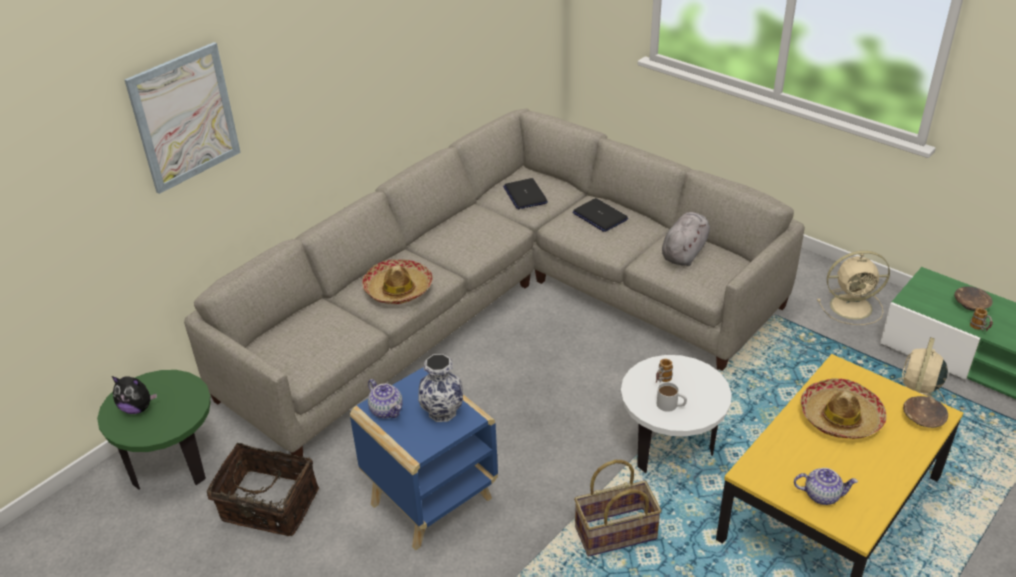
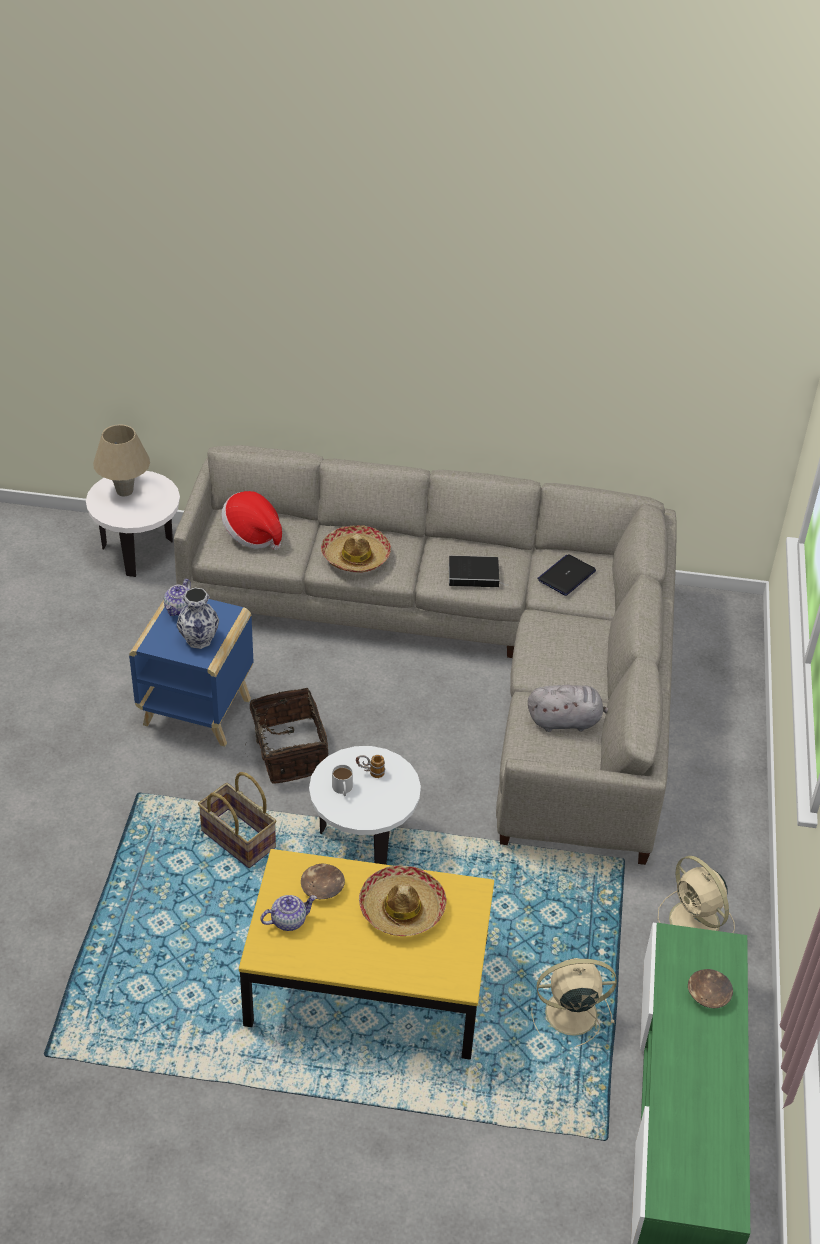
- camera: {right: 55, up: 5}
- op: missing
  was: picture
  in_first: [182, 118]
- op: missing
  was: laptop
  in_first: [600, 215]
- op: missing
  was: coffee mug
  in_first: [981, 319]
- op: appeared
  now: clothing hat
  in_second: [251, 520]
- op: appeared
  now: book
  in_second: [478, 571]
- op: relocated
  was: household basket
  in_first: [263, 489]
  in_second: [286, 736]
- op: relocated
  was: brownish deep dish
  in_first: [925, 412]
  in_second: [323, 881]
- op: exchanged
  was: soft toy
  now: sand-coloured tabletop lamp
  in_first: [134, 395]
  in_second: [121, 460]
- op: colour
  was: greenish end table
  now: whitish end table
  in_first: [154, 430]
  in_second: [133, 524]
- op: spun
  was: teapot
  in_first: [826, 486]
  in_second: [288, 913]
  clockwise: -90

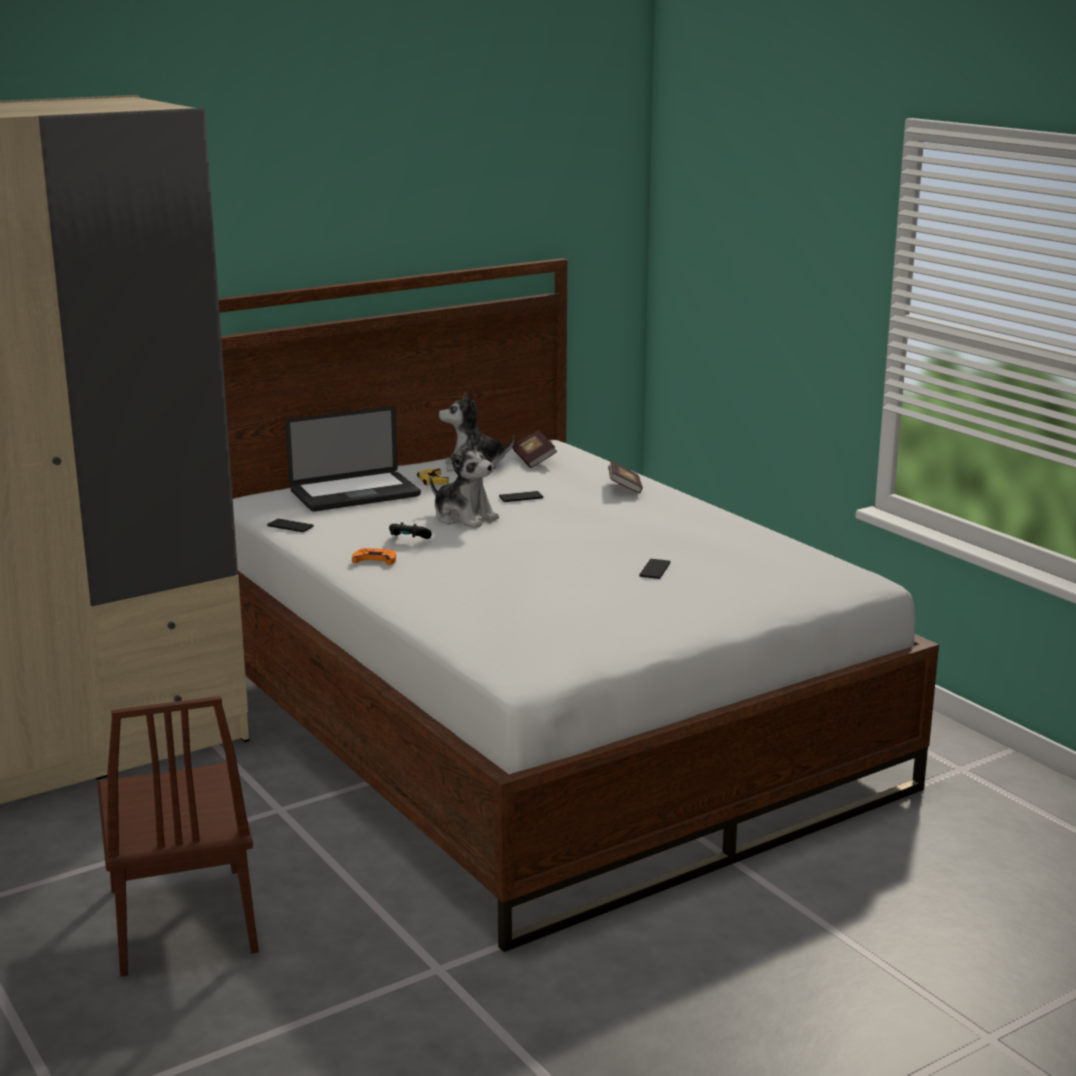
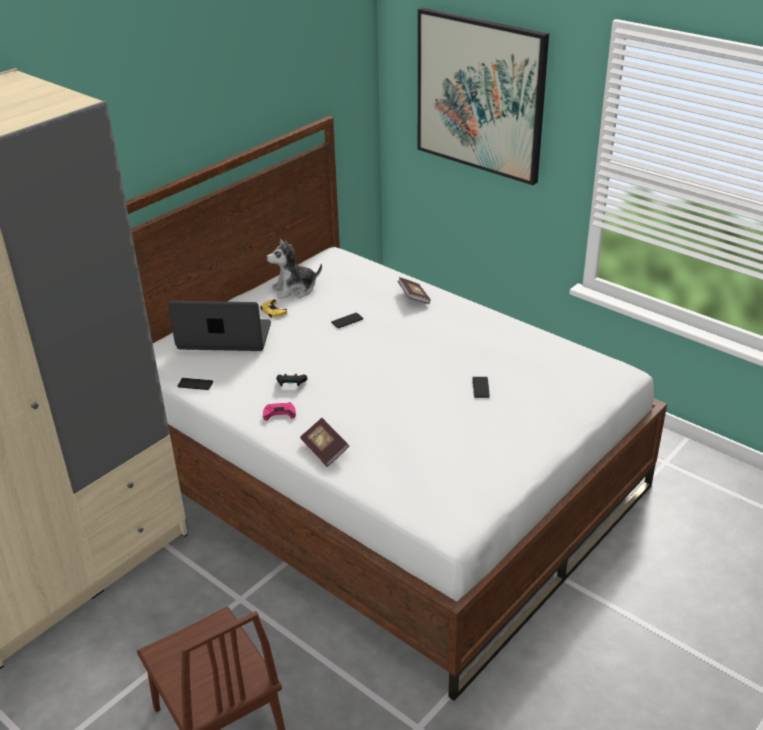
- camera: {right: -15, up: 15}
- op: missing
  was: soft toy
  in_first: [464, 482]
- op: appeared
  now: picture
  in_second: [483, 96]
- op: relocated
  was: book
  in_first: [534, 449]
  in_second: [324, 442]
- op: colour
  was: orange game controller
  now: pink game controller
  in_first: [374, 556]
  in_second: [279, 411]
- op: spun
  was: laptop
  in_first: [353, 458]
  in_second: [219, 326]
  clockwise: -135

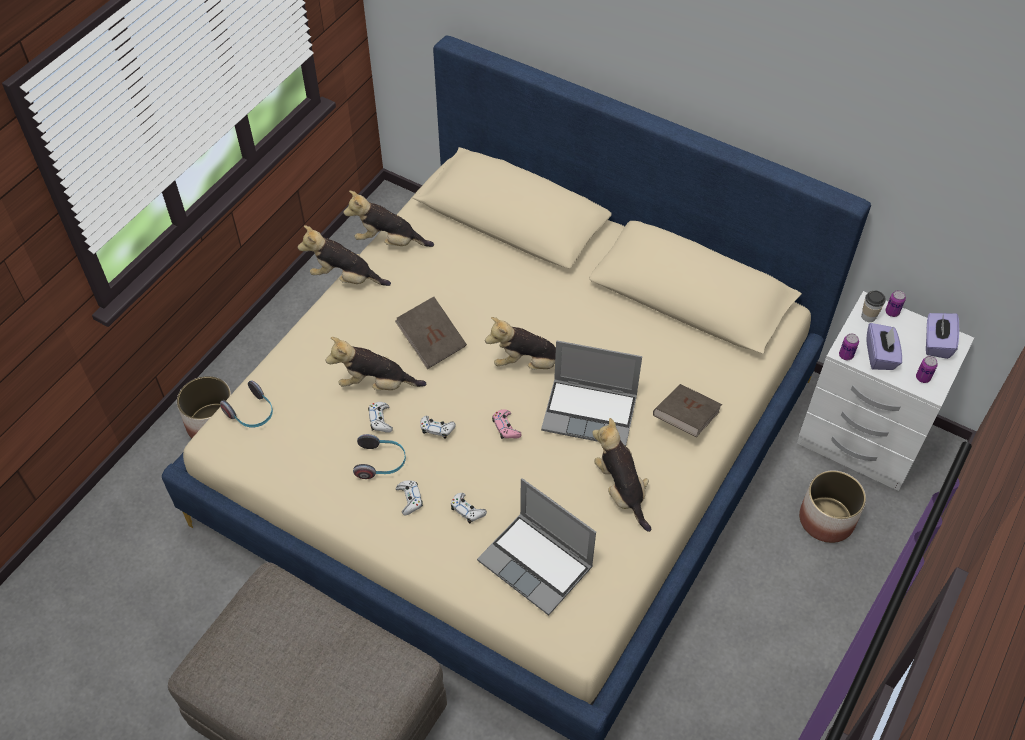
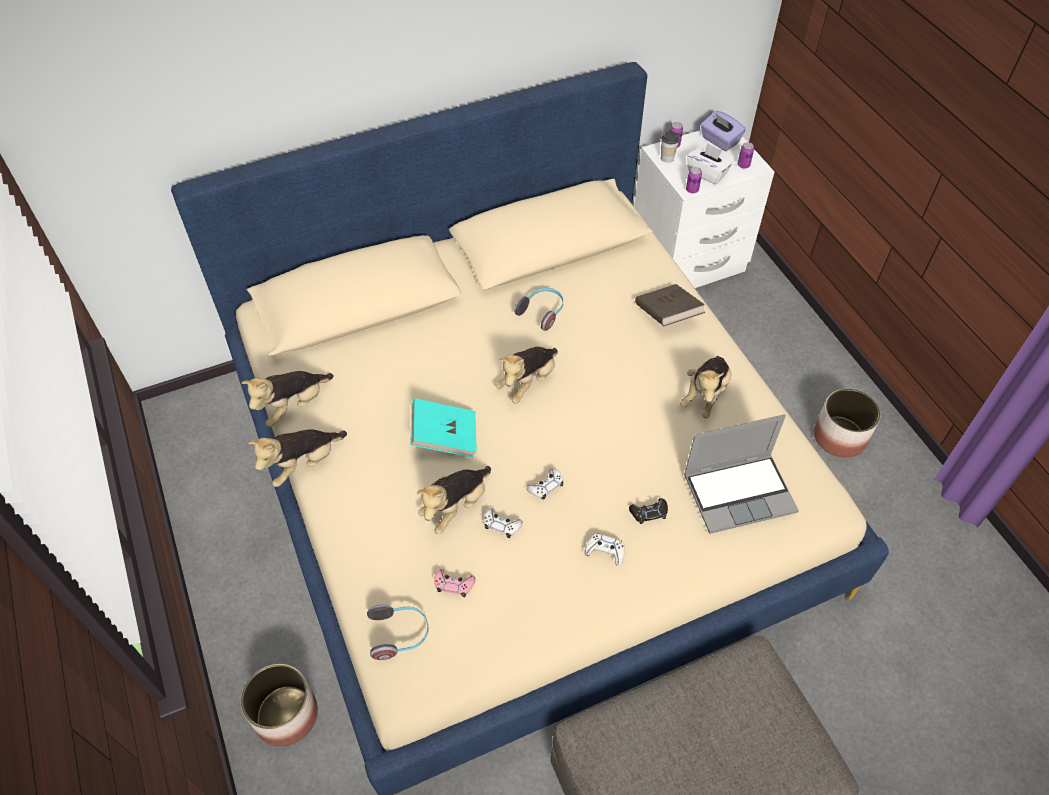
- camera: {right: -55, up: 0}
- op: missing
  was: laptop
  in_first: [591, 393]
- op: relocated
  was: headphones
  in_first: [379, 456]
  in_second: [538, 309]
- op: relocated
  was: pink game controller
  in_first: [507, 424]
  in_second: [455, 583]
- op: relocated
  was: planter
  in_first: [832, 506]
  in_second: [847, 423]
- op: colour
  was: brownish book
  now: turquoise-coloured book
  in_first: [431, 333]
  in_second: [444, 427]
- op: colour
  was: whitish game controller
  now: black-coloured game controller
  in_first: [469, 508]
  in_second: [648, 511]
- op: colour
  was: purple tissue holder
  now: whitish tissue holder
  in_first: [884, 346]
  in_second: [710, 164]
- op: spun
  was: soft toy
  in_first: [621, 475]
  in_second: [706, 387]
  clockwise: -75

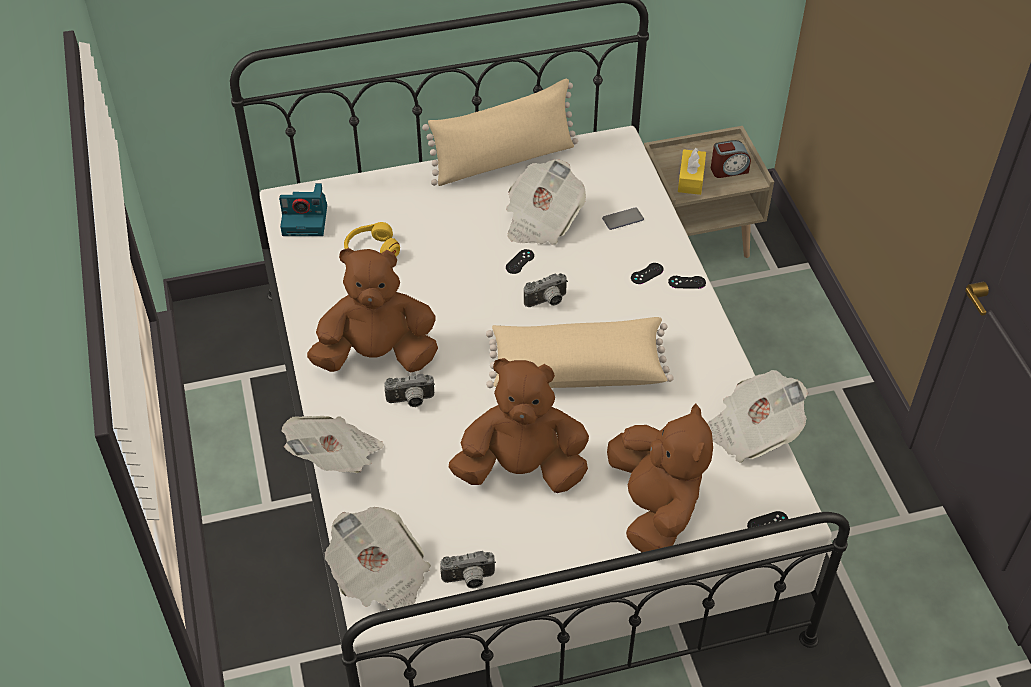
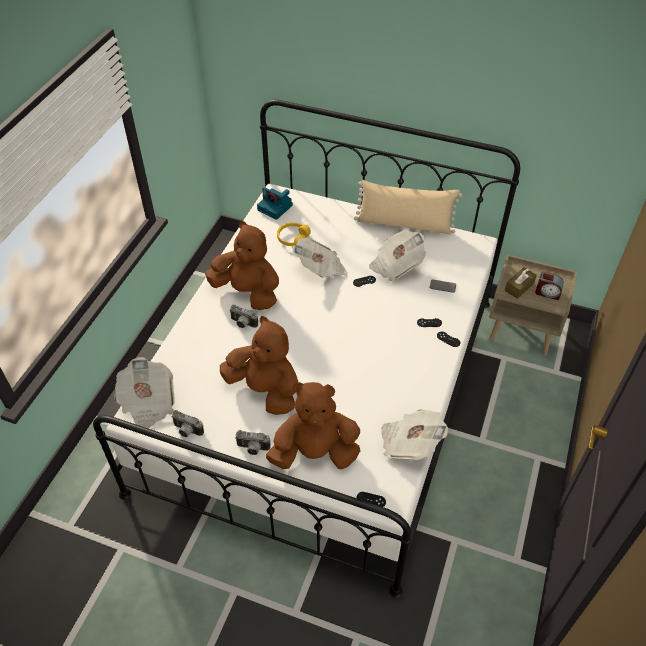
- camera: {right: 35, up: 0}
- op: missing
  was: sand-coloured throw pillow
  in_first: [580, 352]
- op: relocated
  was: newspaper
  in_first: [333, 444]
  in_second: [320, 258]
- op: relocated
  was: still camera
  in_first: [546, 290]
  in_second: [253, 442]
- op: colour
  was: yellowish tissue holder
  now: brownish tissue holder
  in_first: [692, 171]
  in_second: [521, 283]
- op: spun
  was: brownish soft toy
  in_first: [660, 477]
  in_second: [313, 426]
  clockwise: -120

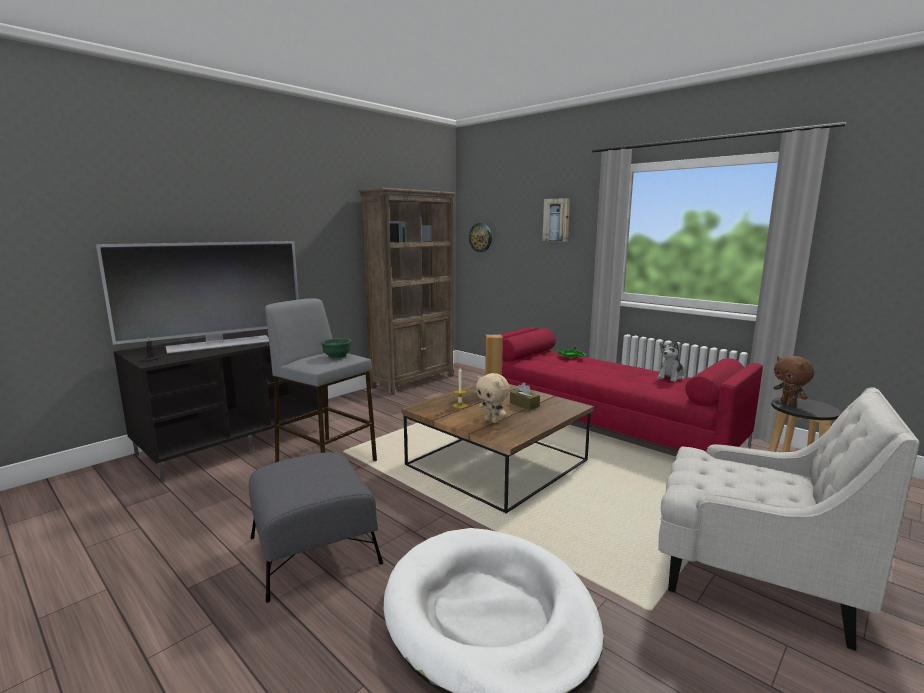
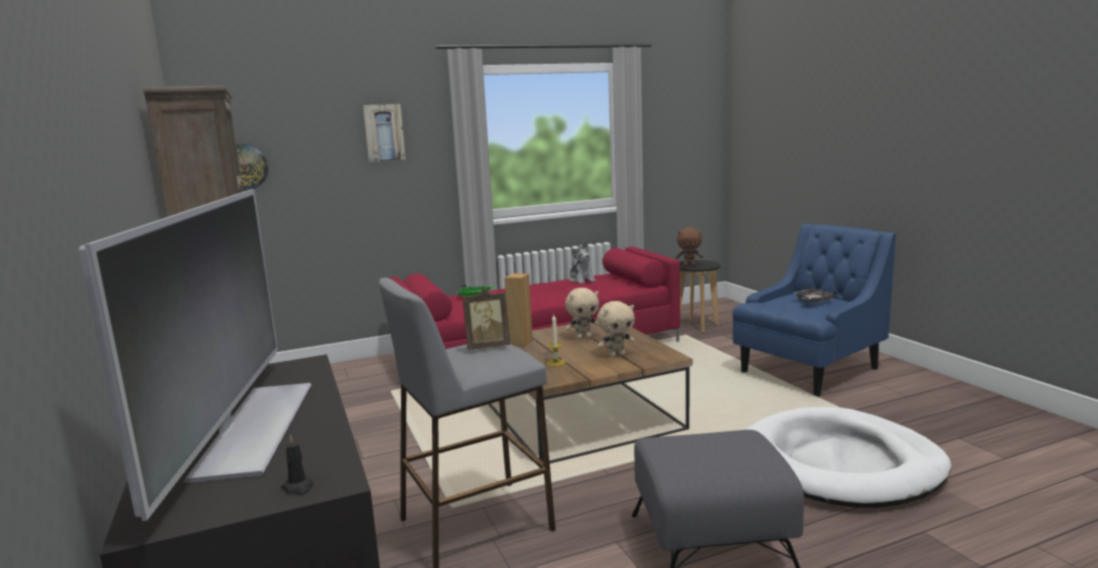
- camera: {right: -65, up: 0}
- op: appeared
  now: gray carrying tray
  in_second: [814, 295]
- op: exchanged
  was: greenish deep dish
  now: picture frame
  in_first: [336, 348]
  in_second: [486, 319]
- op: exchanged
  was: brownish tissue holder
  now: sand-coloured soft toy
  in_first: [525, 396]
  in_second: [582, 314]
- op: colour
  was: whitish armchair
  now: blue armchair
  in_first: [789, 519]
  in_second: [814, 310]

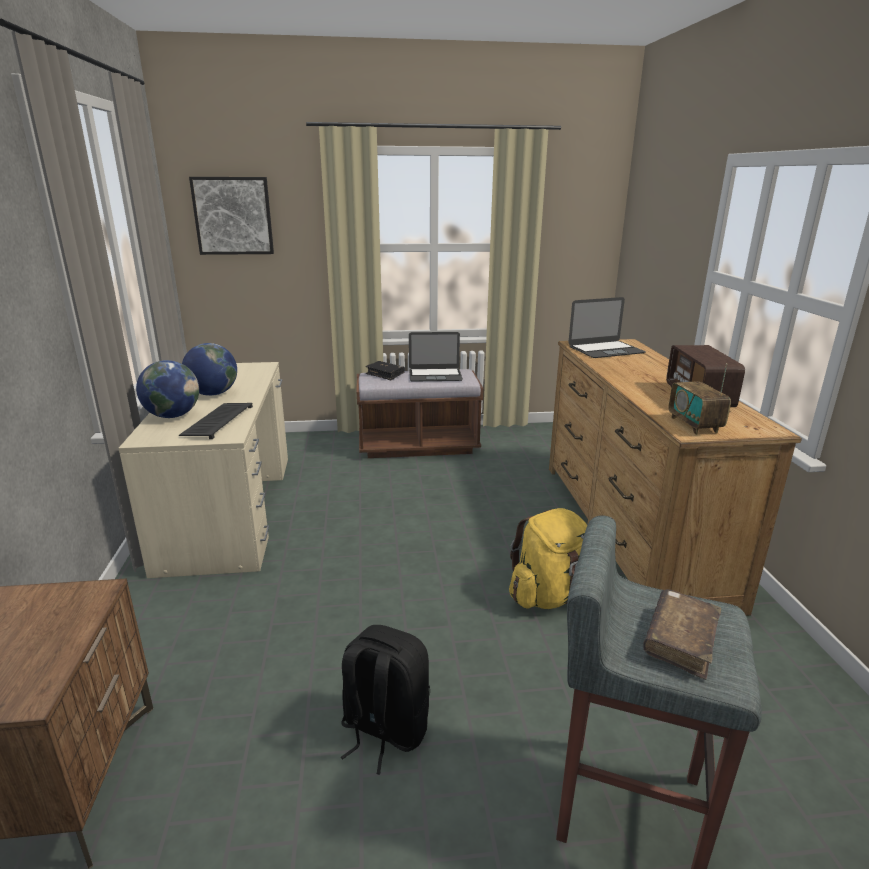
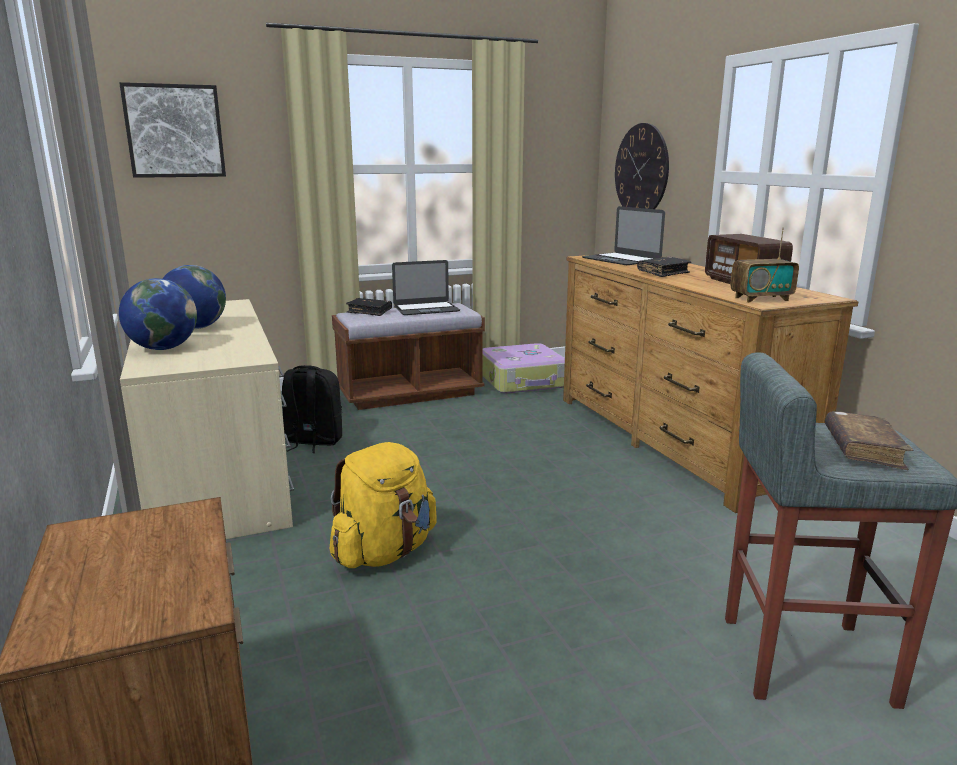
- camera: {right: -15, up: -5}
- op: missing
  was: PC keyboard
  in_first: [216, 421]
- op: appeared
  now: piece of luggage
  in_second: [523, 368]
- op: appeared
  now: wall clock
  in_second: [642, 166]
- op: appeared
  now: black-coloured book
  in_second: [664, 267]
- op: relocated
  was: black-coloured rucksack
  in_first: [385, 700]
  in_second: [312, 409]
- op: relocated
  was: yellowish rucksack
  in_first: [548, 558]
  in_second: [383, 505]
- op: spun
  was: laptop
  in_first: [607, 327]
  in_second: [623, 235]
  clockwise: 90
- op: spun
  was: radio receiver
  in_first: [700, 399]
  in_second: [765, 265]
  clockwise: -75

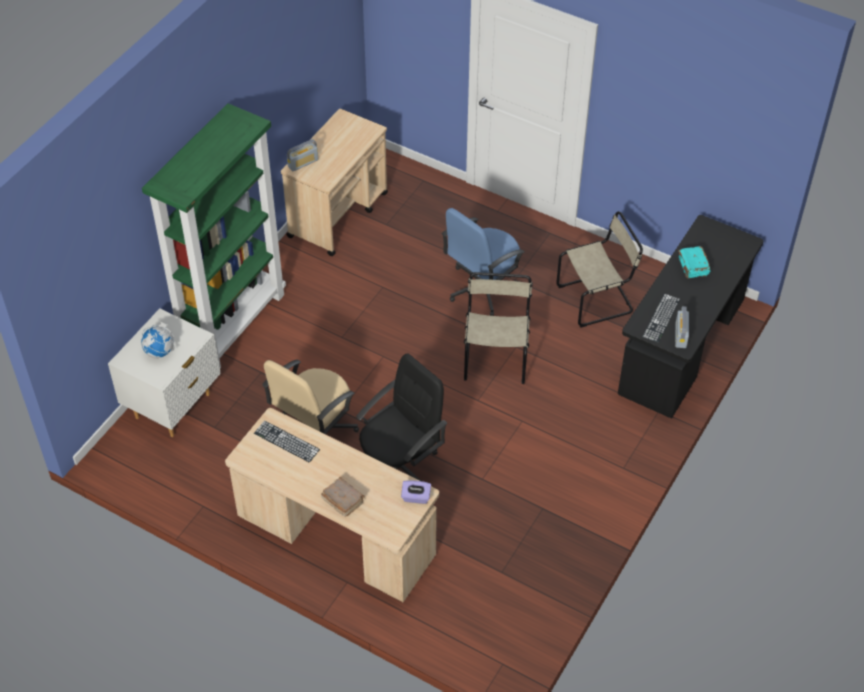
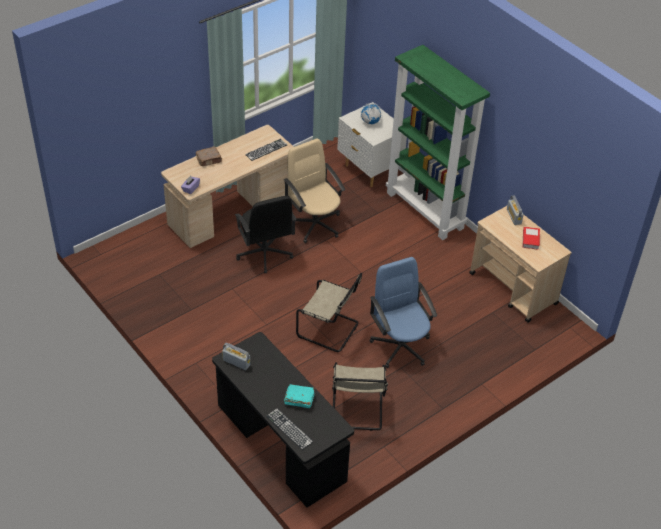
- camera: {right: 110, up: -5}
- op: appeared
  now: book
  in_second: [531, 238]
- op: relocated
  was: PC keyboard
  in_first: [661, 318]
  in_second: [290, 429]

